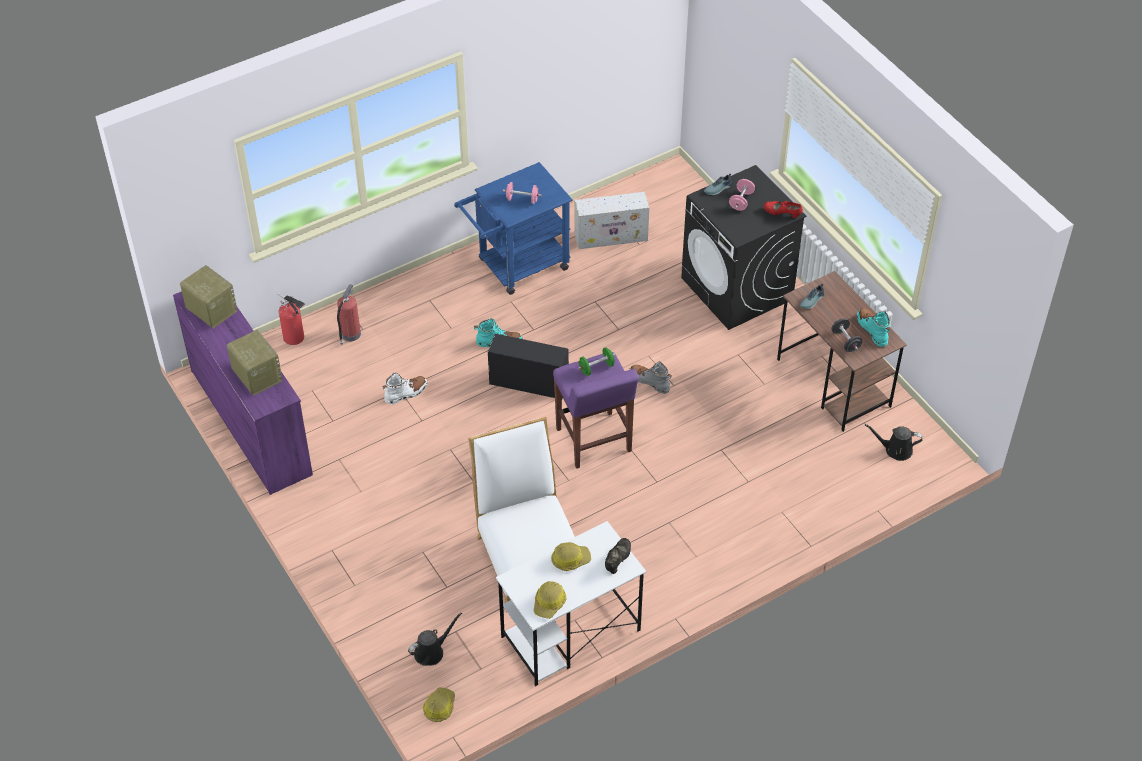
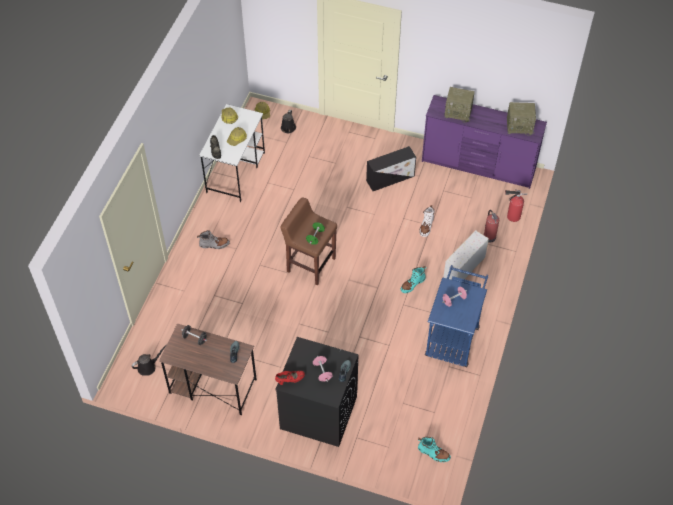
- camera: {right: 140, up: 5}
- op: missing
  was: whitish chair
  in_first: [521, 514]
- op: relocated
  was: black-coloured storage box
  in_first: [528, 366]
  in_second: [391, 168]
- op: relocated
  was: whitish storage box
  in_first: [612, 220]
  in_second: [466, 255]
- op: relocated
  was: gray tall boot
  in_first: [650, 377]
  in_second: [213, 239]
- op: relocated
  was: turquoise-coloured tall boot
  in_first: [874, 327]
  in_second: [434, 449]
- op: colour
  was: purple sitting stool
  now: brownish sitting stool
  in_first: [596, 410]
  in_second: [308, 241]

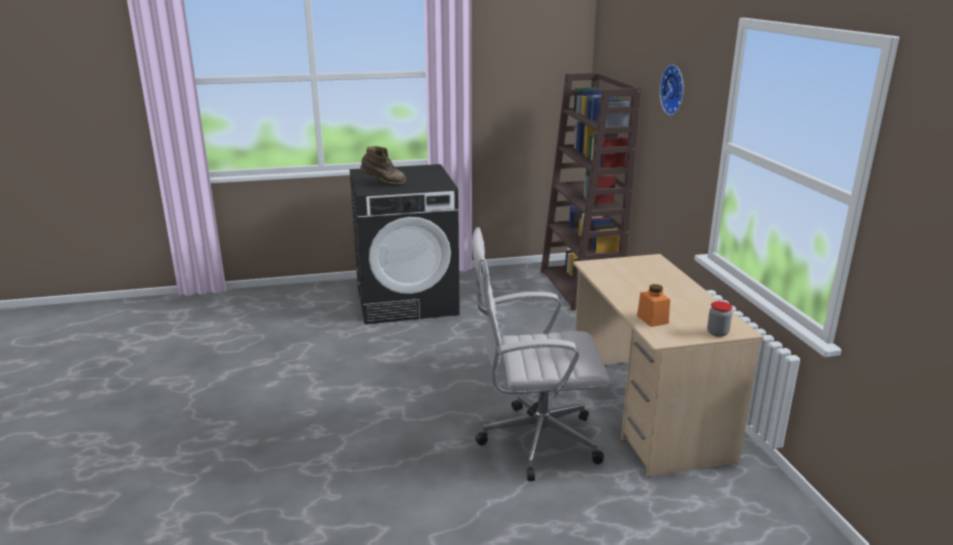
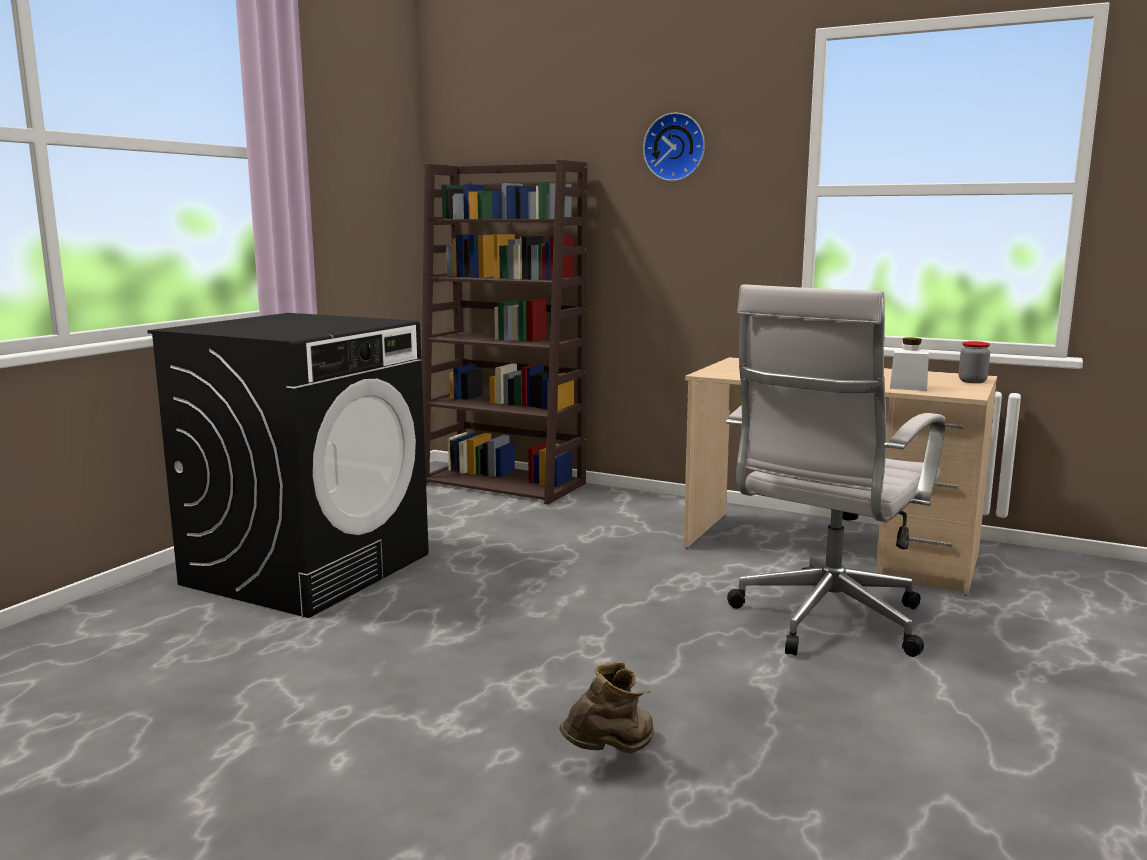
- camera: {right: -50, up: -10}
- op: relocated
  was: brownish tall boot
  in_first: [383, 165]
  in_second: [606, 707]
- op: colour
  was: orange storage jar
  now: whitish storage jar
  in_first: [653, 305]
  in_second: [909, 364]

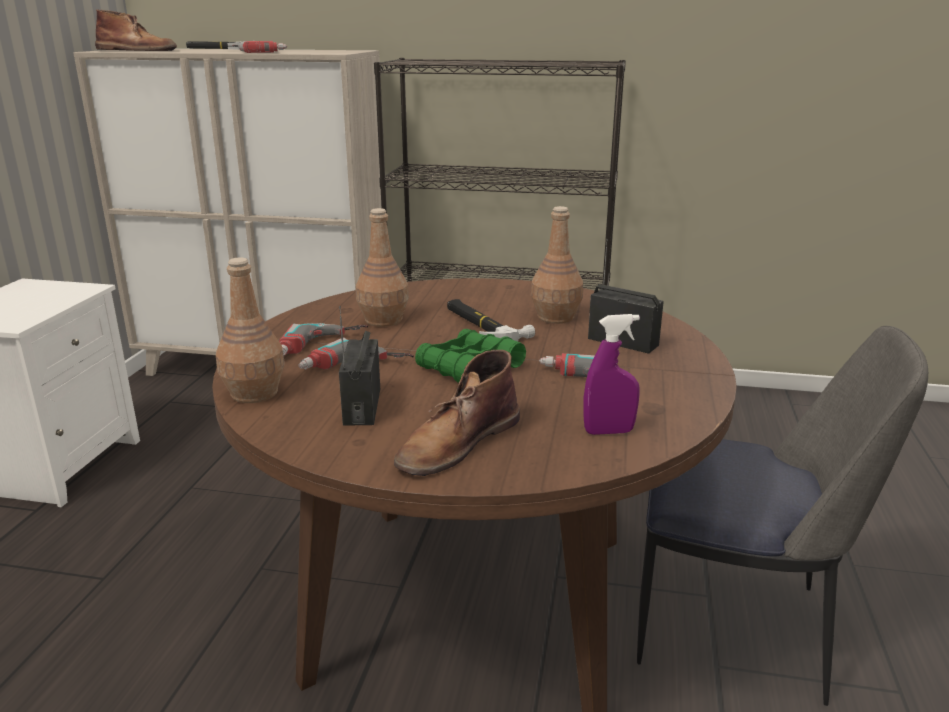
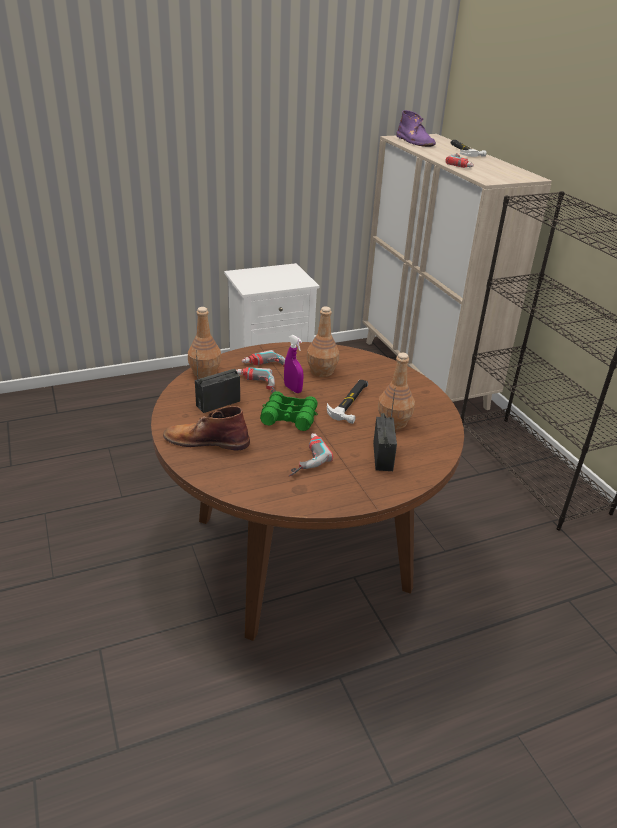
- camera: {right: 55, up: 10}
- op: missing
  was: chair
  in_first: [782, 516]
- op: relocated
  was: purple hand sprayer
  in_first: [611, 374]
  in_second: [294, 364]
- op: colour
  was: brownish tall boot
  now: purple tall boot
  in_first: [136, 30]
  in_second: [416, 128]

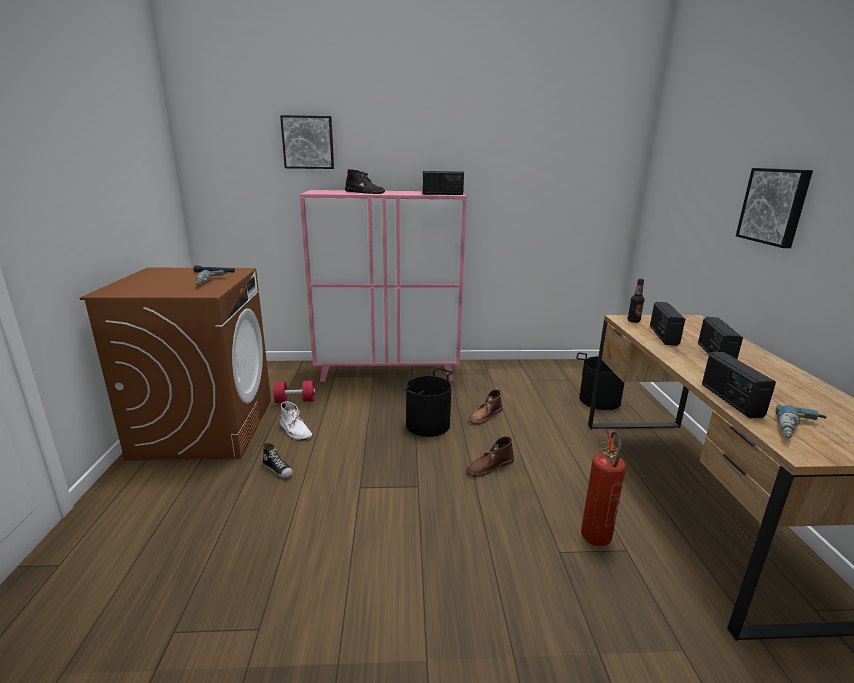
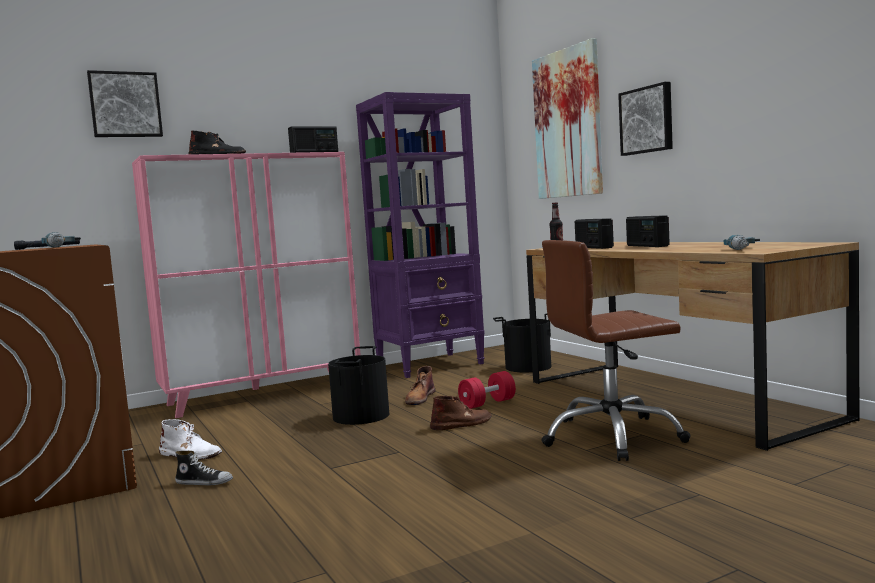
- camera: {right: -25, up: -15}
- op: missing
  was: radio receiver
  in_first: [739, 385]
- op: appeared
  now: purple shelving unit
  in_second: [420, 235]
- op: appeared
  now: picture
  in_second: [567, 118]
- op: relocated
  was: red dumbbell
  in_first: [294, 391]
  in_second: [487, 390]
- op: exchanged
  was: fire extinguisher
  now: brownish desk chair
  in_first: [603, 488]
  in_second: [616, 350]
- op: spun
  was: brownish tall boot
  in_first: [490, 456]
  in_second: [461, 413]
  clockwise: -150

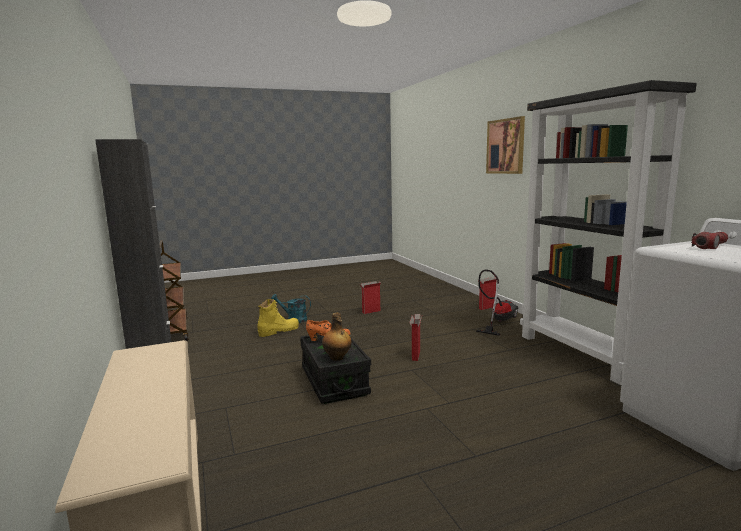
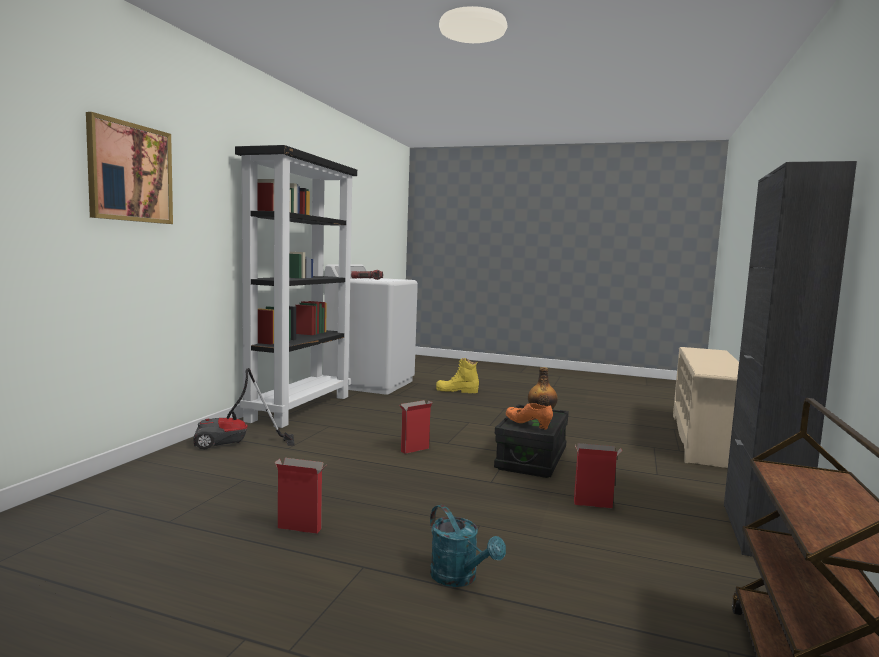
- camera: {right: -140, up: -5}
- op: relocated
  was: yellowish tall boot
  in_first: [278, 318]
  in_second: [457, 375]
- op: relocated
  was: carton
  in_first: [488, 293]
  in_second: [598, 476]

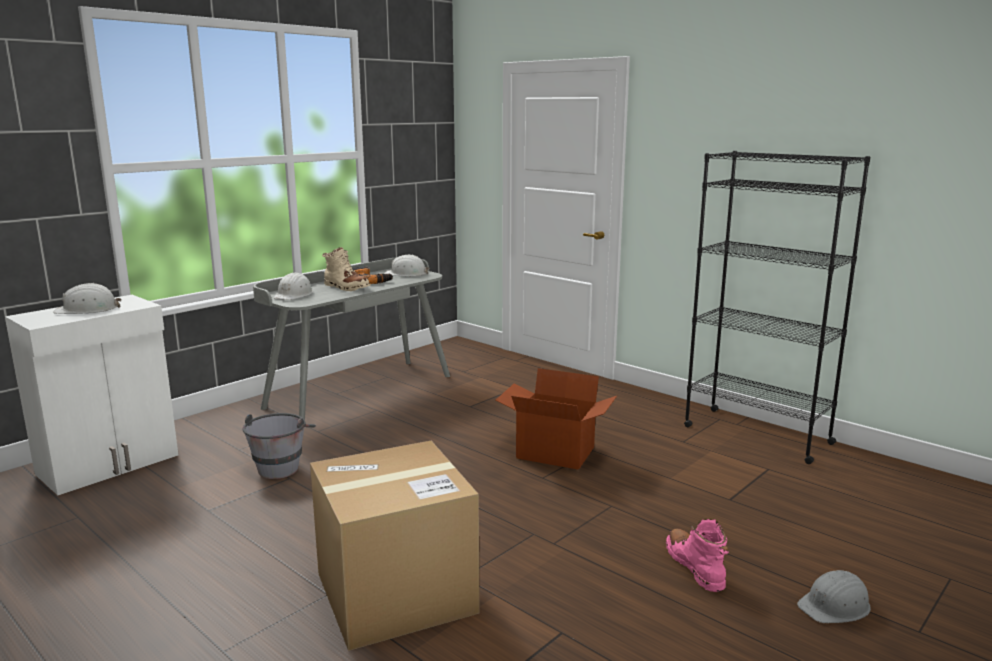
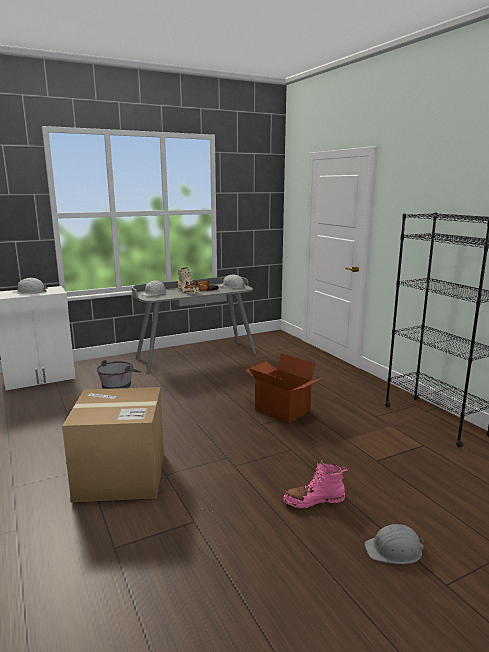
- camera: {right: 20, up: 0}
- op: spun
  was: pink tall boot
  in_first: [697, 555]
  in_second: [315, 484]
  clockwise: -105

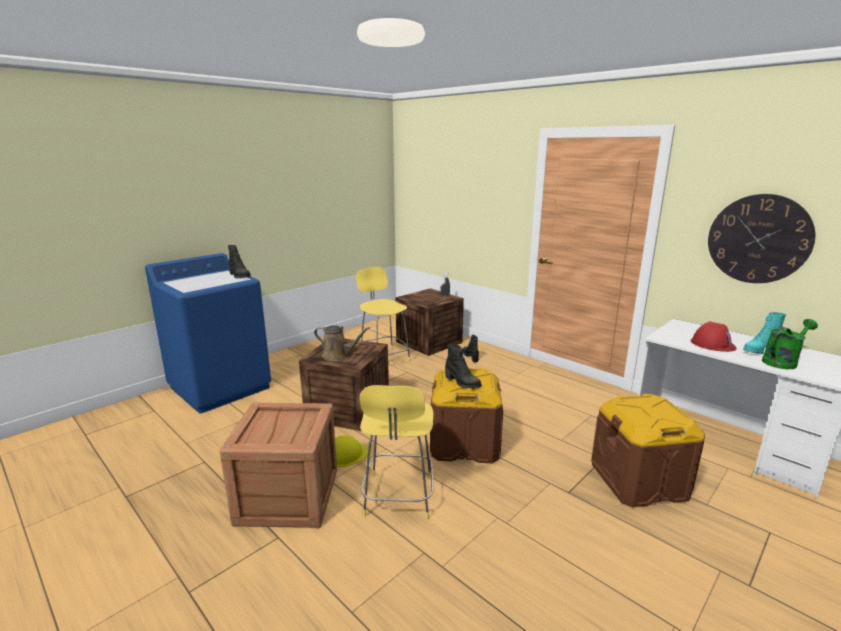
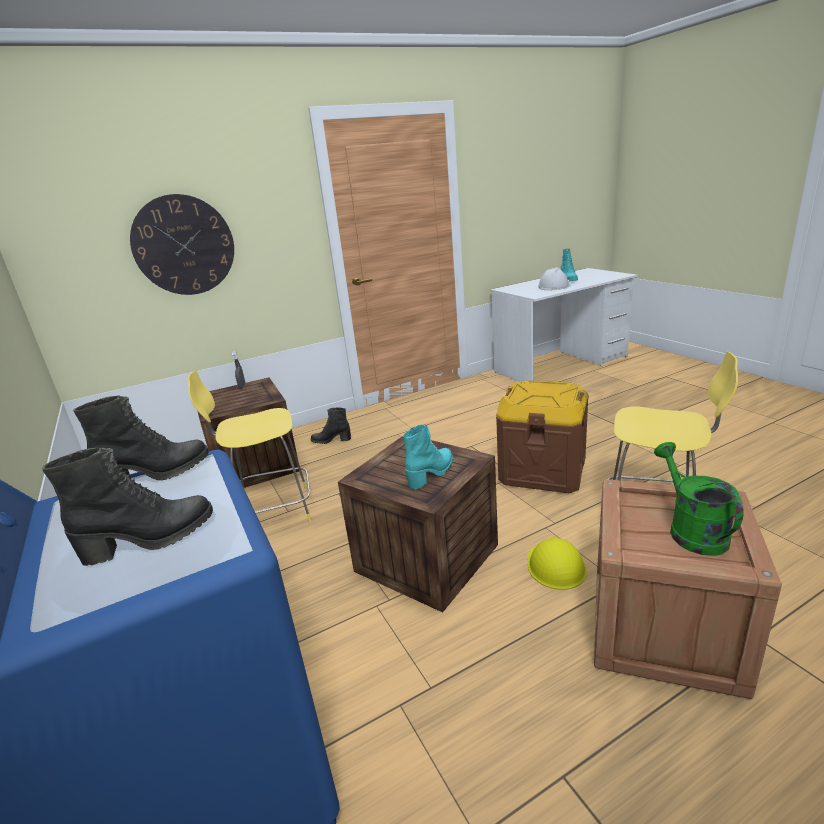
- camera: {right: -70, up: 5}
- op: missing
  was: brownish storage box
  in_first: [648, 450]
- op: relocated
  was: black-coloured tall boot
  in_first: [463, 366]
  in_second: [127, 507]
- op: relocated
  was: wall clock
  in_first: [761, 238]
  in_second: [182, 244]
- op: relocated
  was: greenish sprinkling can
  in_first: [790, 344]
  in_second: [699, 499]
- op: exchanged
  was: brownish sprinkling can
  now: turquoise-coloured tall boot
  in_first: [342, 343]
  in_second: [428, 456]
- op: colour
  was: red hard hat
  now: whitish hard hat
  in_first: [714, 336]
  in_second: [554, 278]

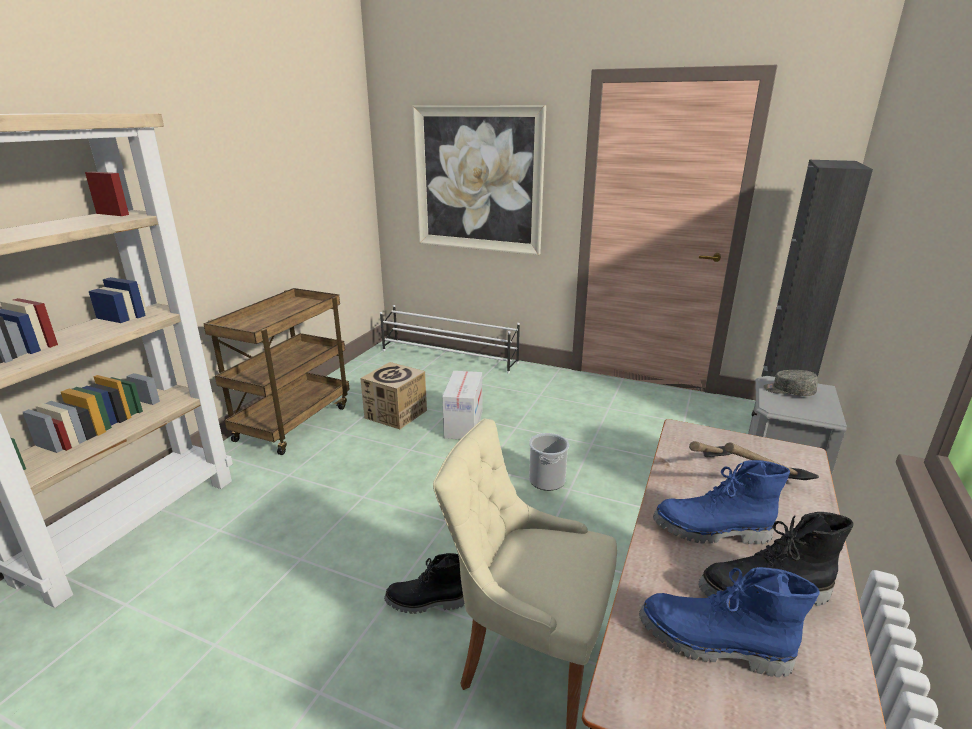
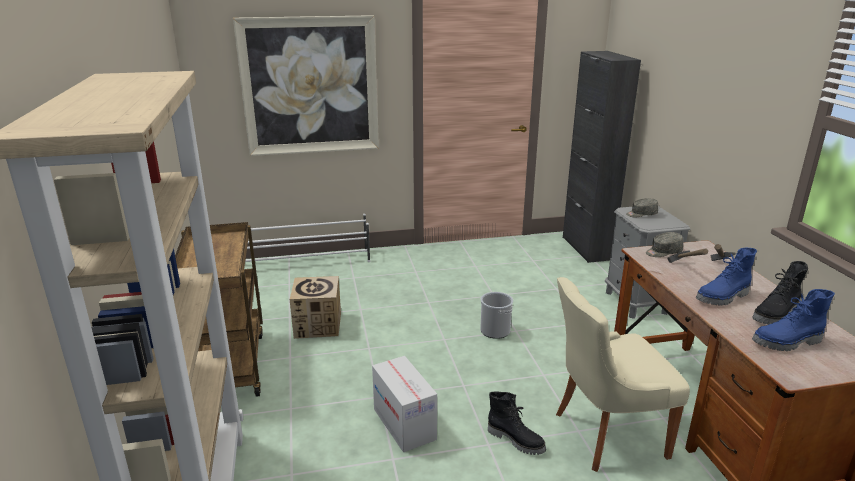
- camera: {right: -35, up: 0}
- op: appeared
  now: gray peaked cap
  in_second: [664, 244]
- op: relocated
  was: carton
  in_first: [462, 405]
  in_second: [404, 404]
- op: spun
  was: black-coloured tall boot
  in_first: [424, 583]
  in_second: [517, 423]
  clockwise: -105

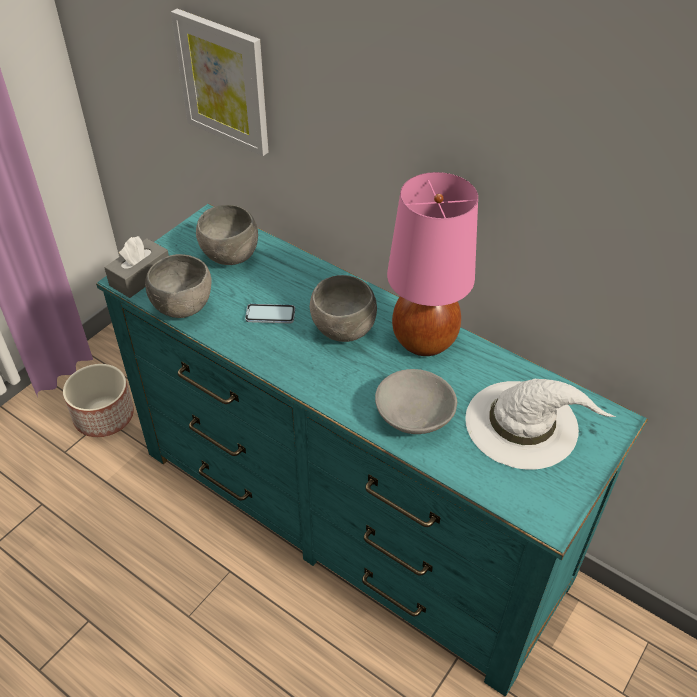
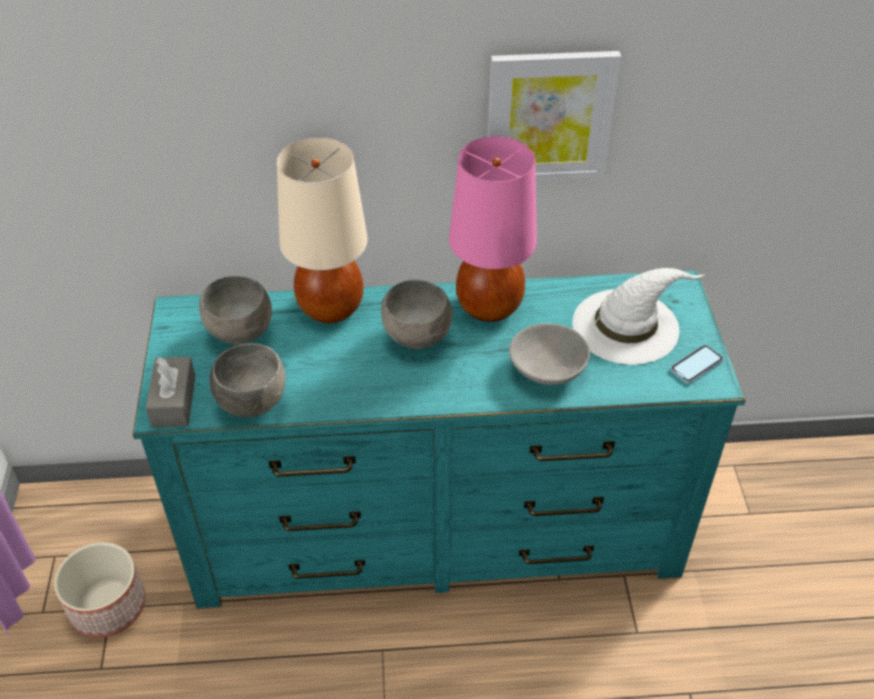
- camera: {right: -40, up: 0}
- op: appeared
  now: sand-coloured tabletop lamp
  in_second: [322, 230]
- op: relocated
  was: picture
  in_first: [220, 82]
  in_second: [554, 115]
- op: relocated
  was: telephone
  in_first: [270, 314]
  in_second: [697, 364]

